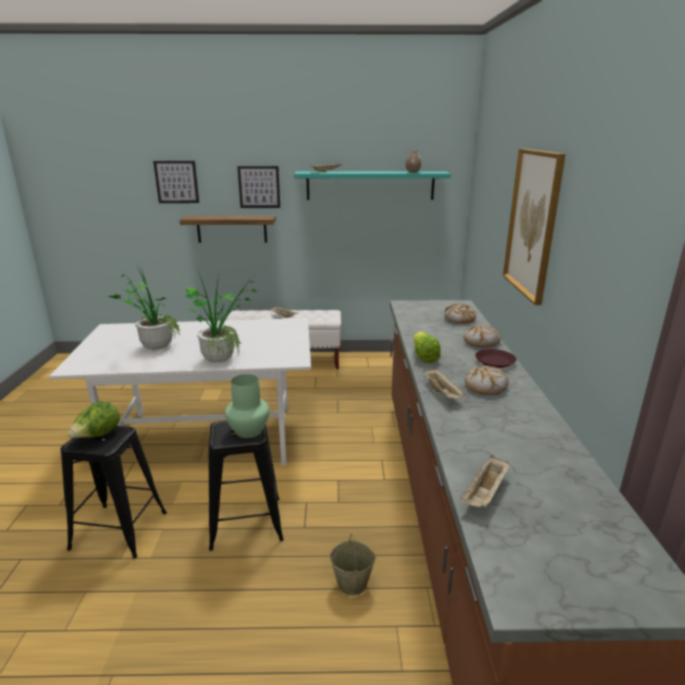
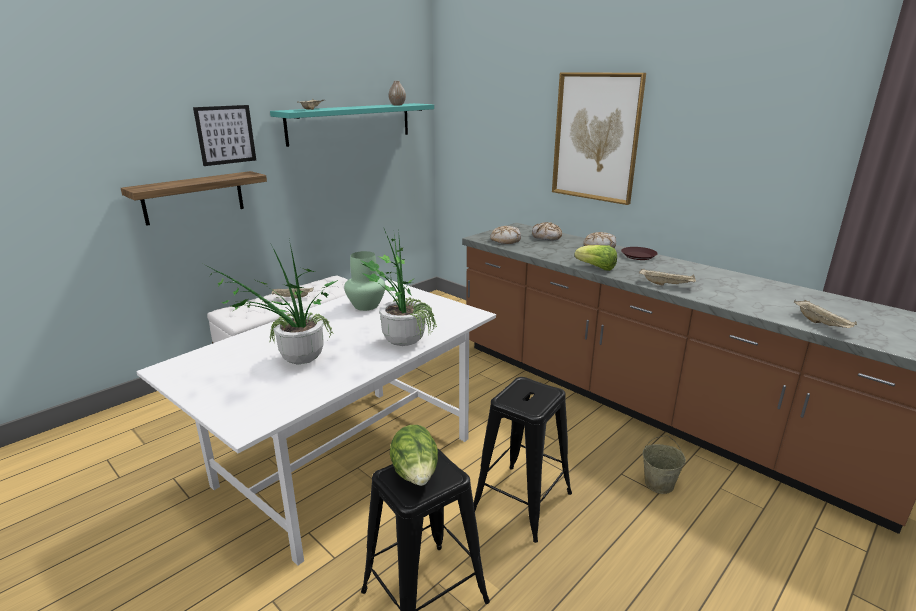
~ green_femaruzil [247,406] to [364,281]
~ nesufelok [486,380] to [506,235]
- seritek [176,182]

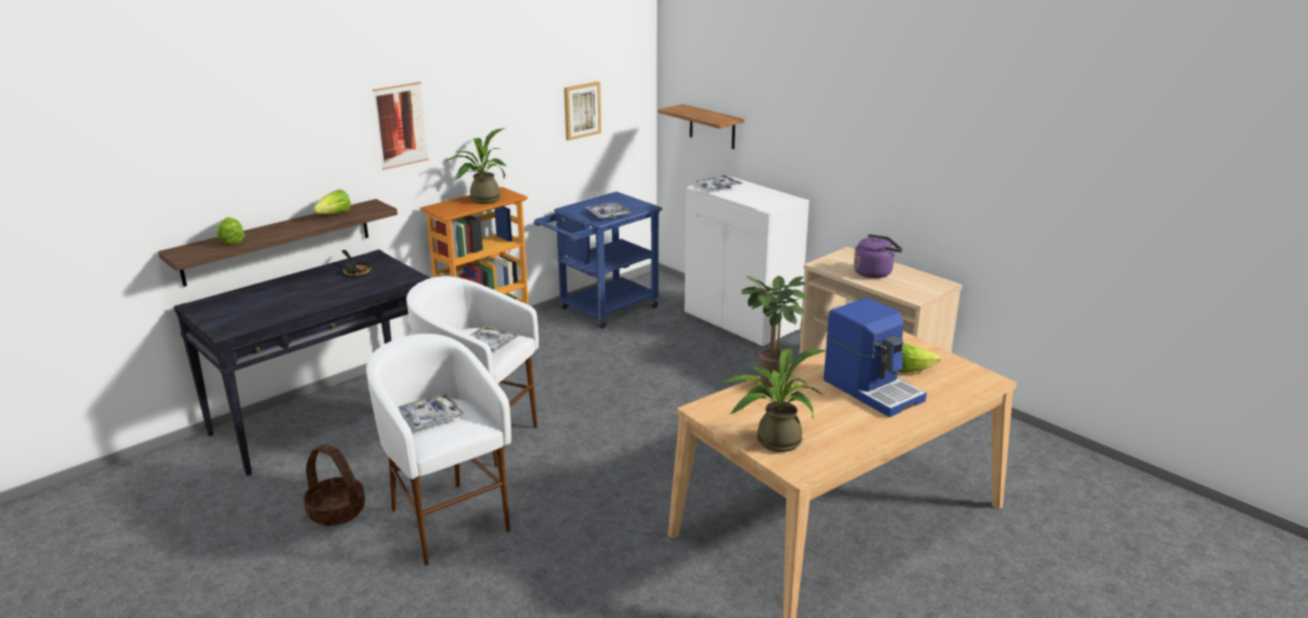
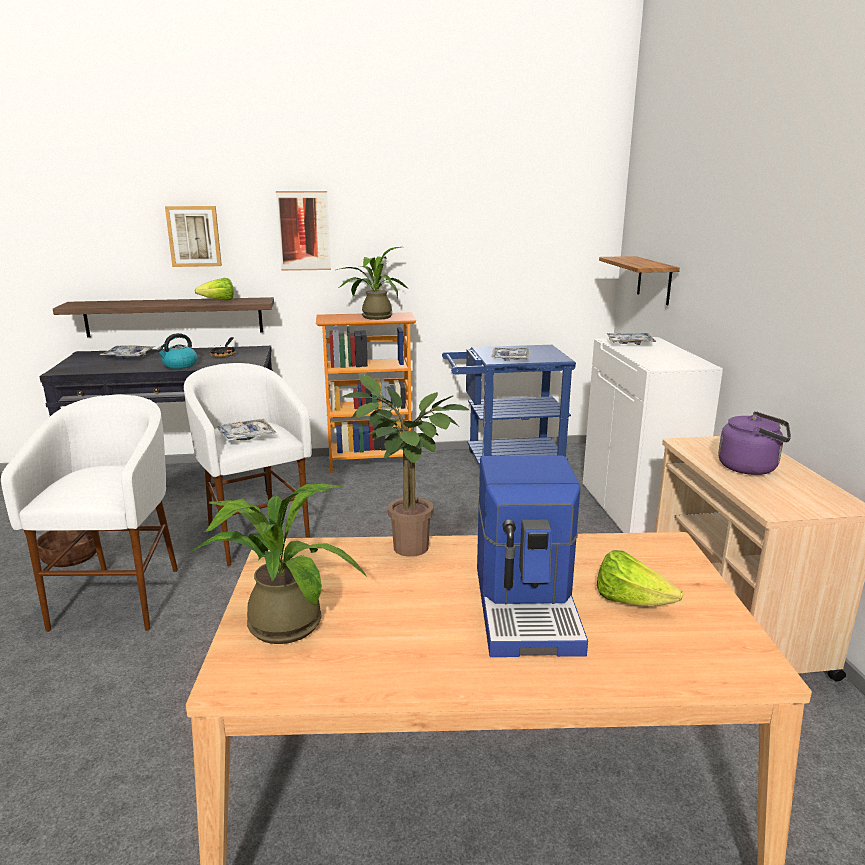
~ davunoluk [431,411] to [127,352]
+ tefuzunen [176,351]
~ seritek [582,111] to [193,236]
- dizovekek [231,231]

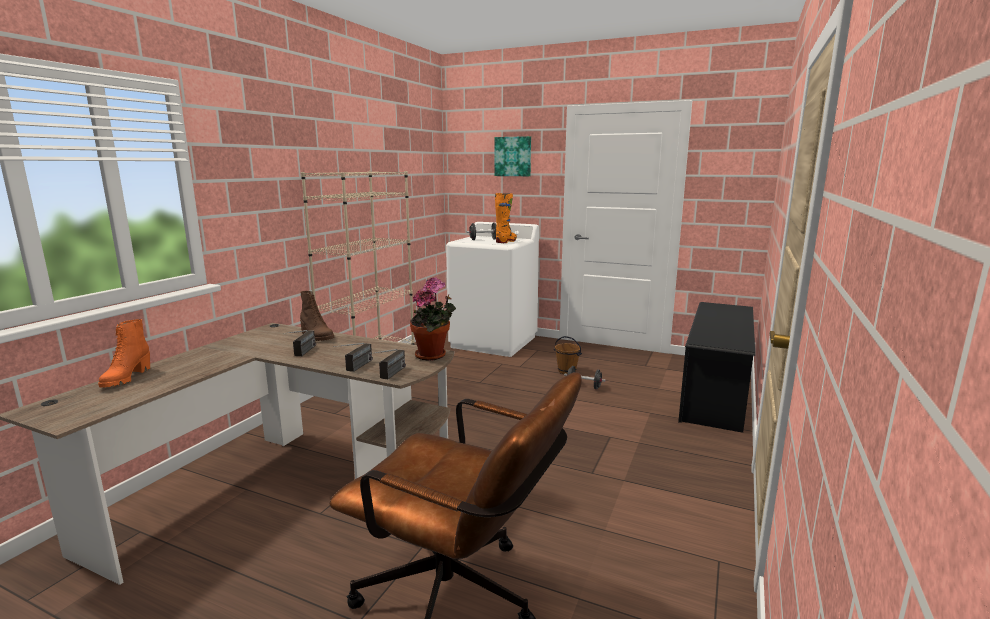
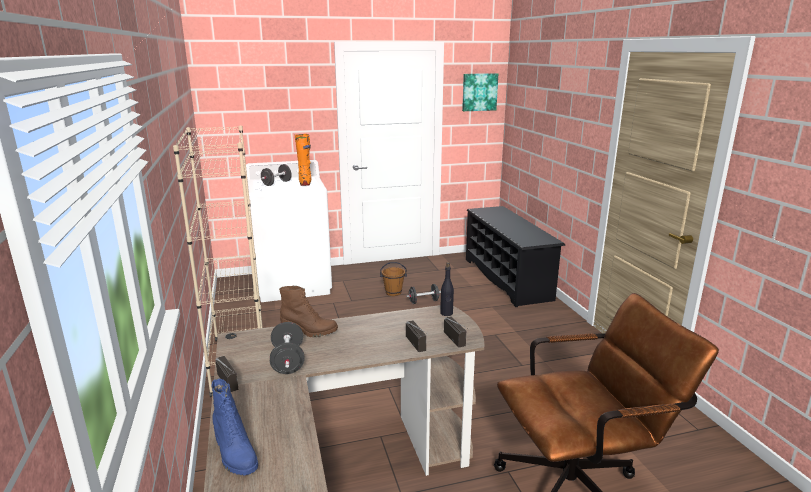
~ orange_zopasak [124,353] to blue_zopasak [234,427]
~ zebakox [299,343] to [227,374]
+ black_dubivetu [287,348]
~ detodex [433,319] to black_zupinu [447,289]
~ seritek [512,156] to [480,92]

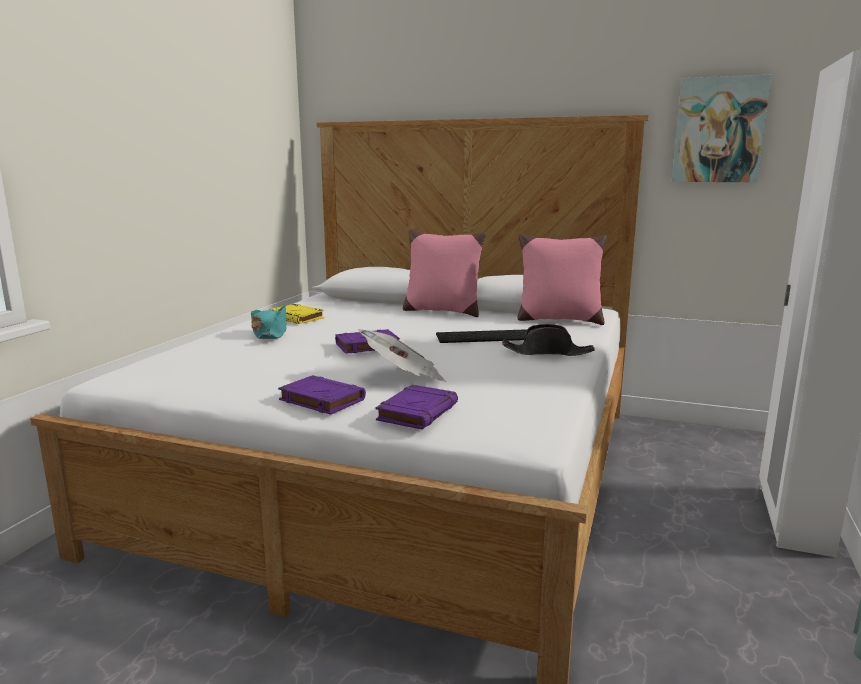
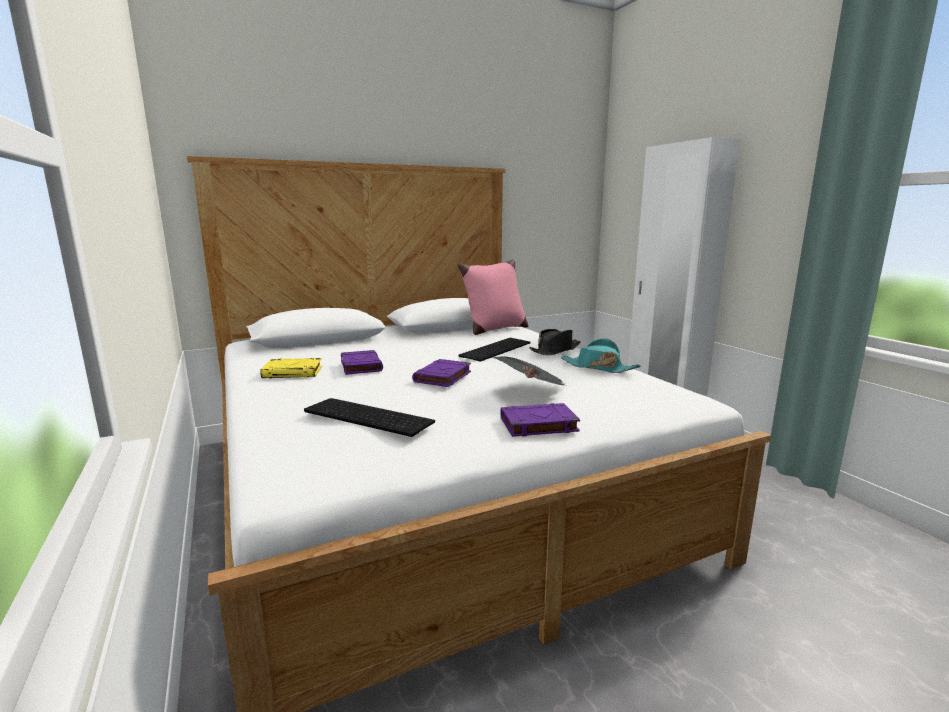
+ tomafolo [369,417]
~ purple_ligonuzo [416,407] to [362,362]
~ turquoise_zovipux [268,322] to [601,356]
- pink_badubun [444,273]
- seritek [721,128]

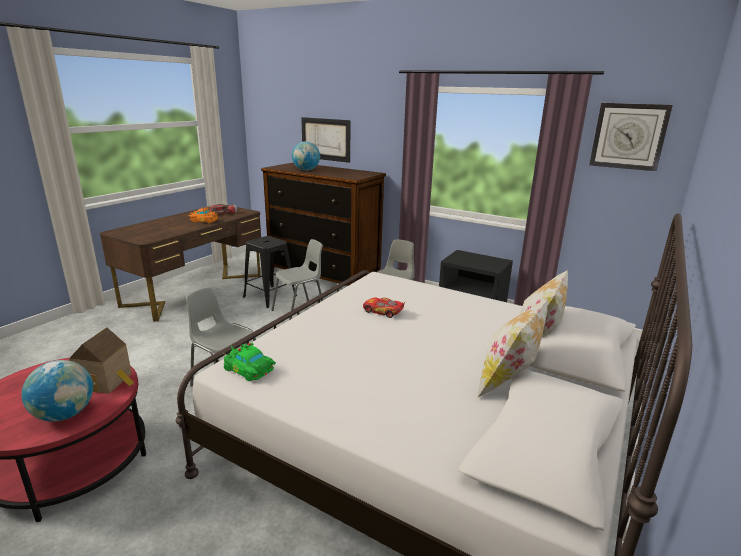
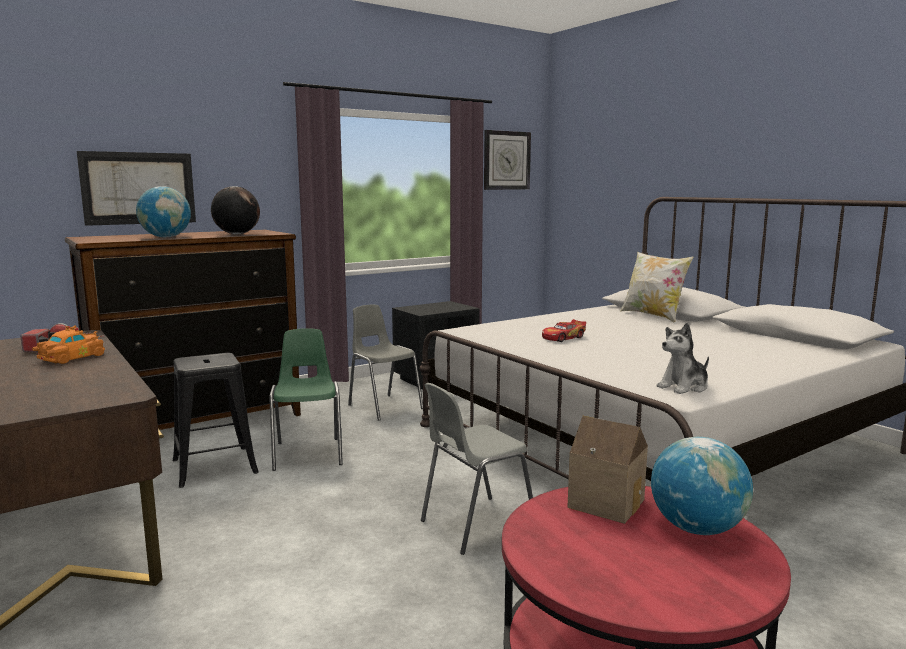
+ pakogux [235,210]
~ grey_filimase [297,279] to green_filimase [306,399]
~ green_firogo [249,361] to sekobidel [683,358]
- badubun [513,348]

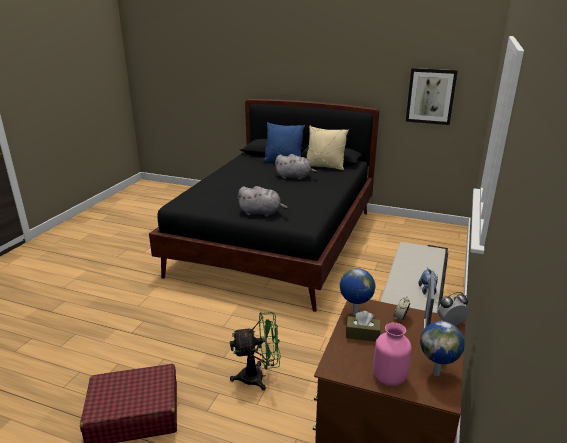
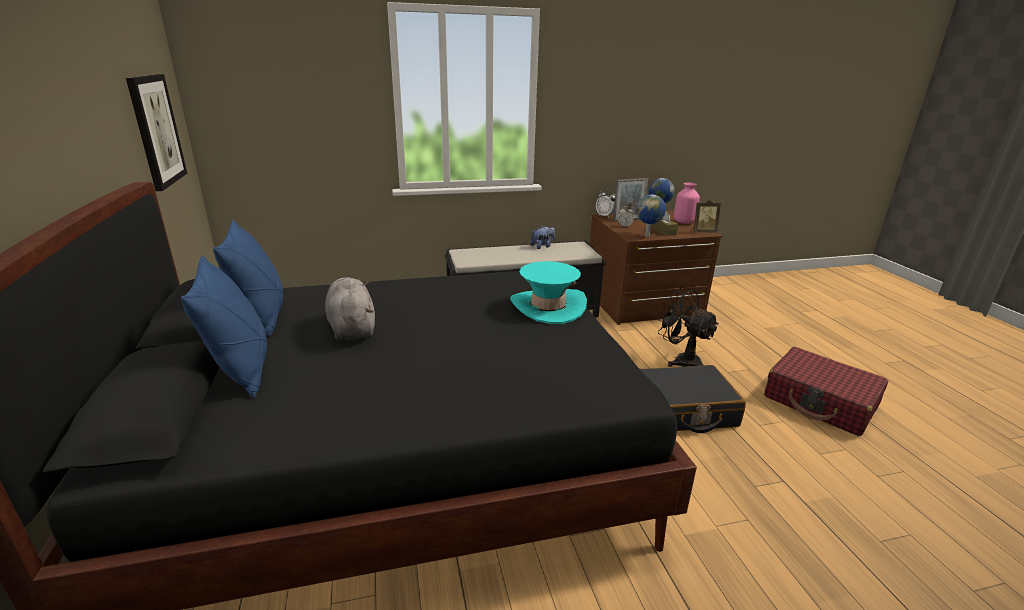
~ beige_badubun [327,148] to blue_badubun [248,278]
~ grey_sekobidel [262,201] to turquoise_zovipux [548,292]
+ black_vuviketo [693,399]
~ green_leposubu [255,351] to black_leposubu [688,327]
+ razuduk [707,216]

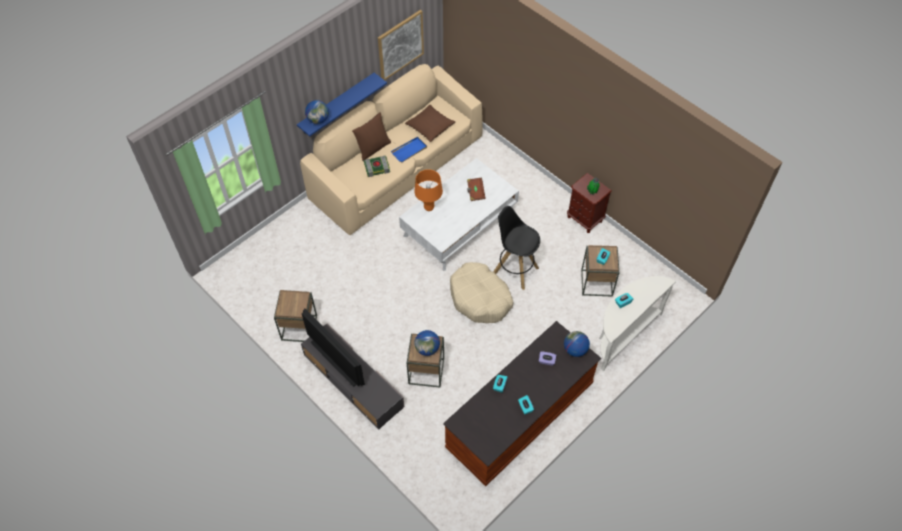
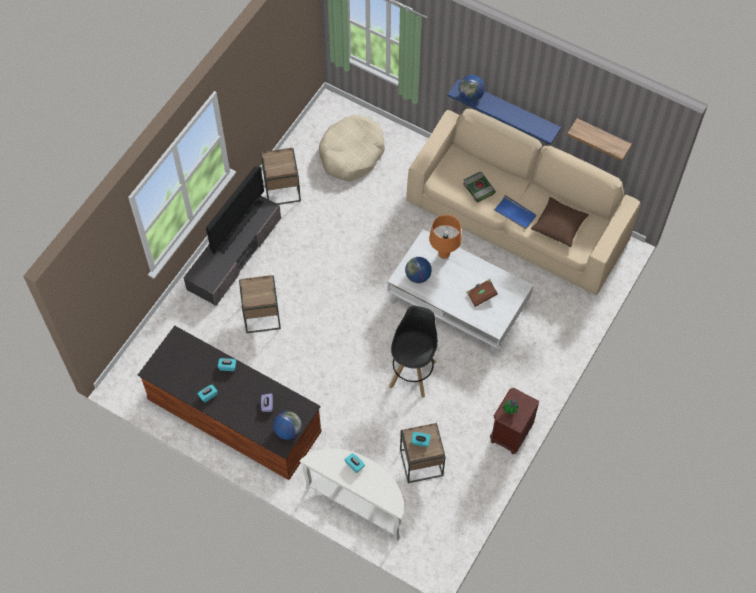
~ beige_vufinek [481,292] to [352,147]
~ pakogux [427,343] to [418,270]
~ seritek [401,45] to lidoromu [599,139]
- brown_badubun [371,136]

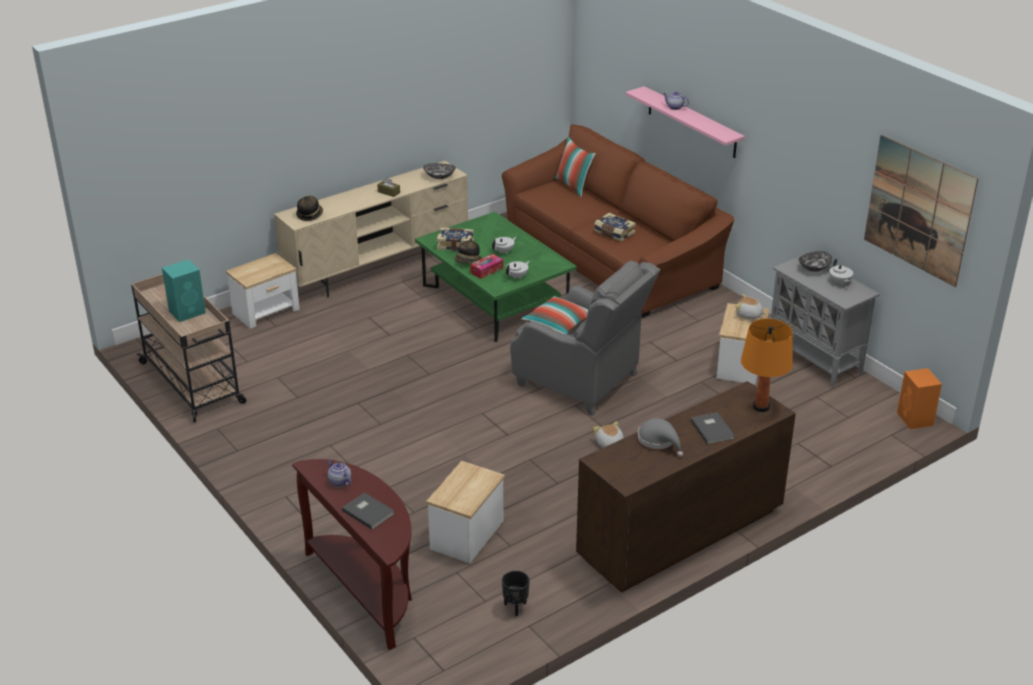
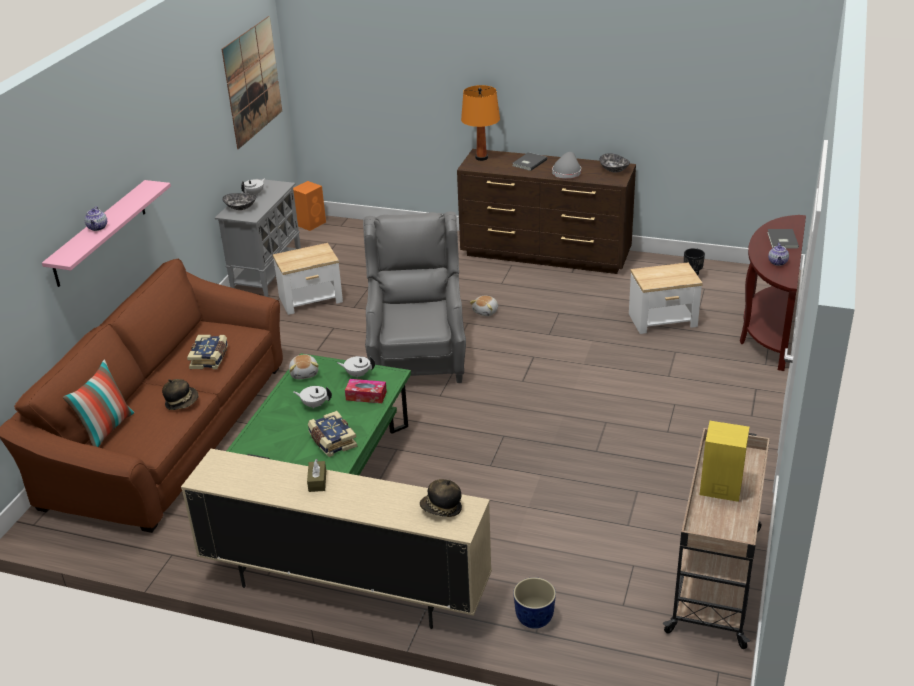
~ zovipux [468,250] to [180,394]
~ sekobidel [750,306] to [304,366]
~ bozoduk [263,291] to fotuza [534,602]
~ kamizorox [439,171] to [614,163]
~ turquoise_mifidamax [184,290] to yellow_mifidamax [724,461]
- badubun [554,315]

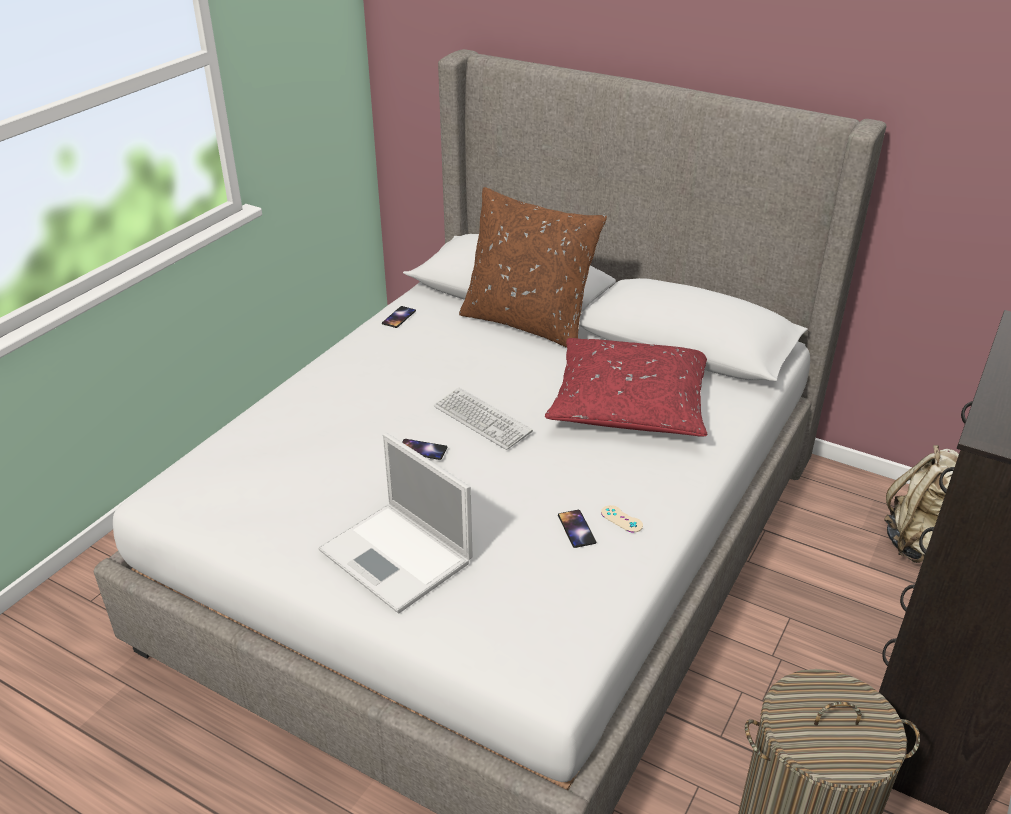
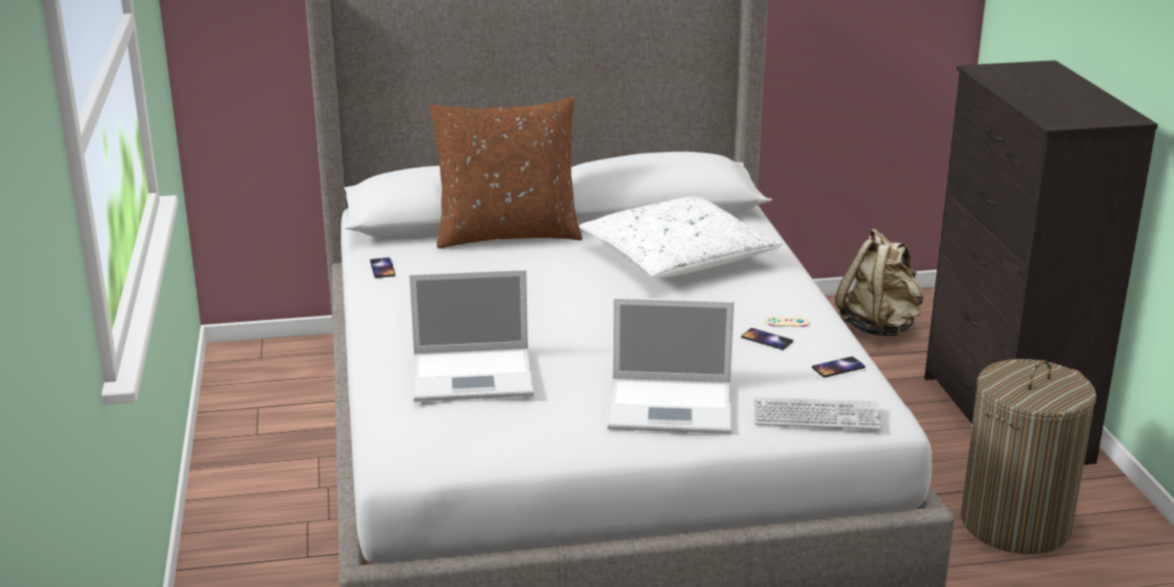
+ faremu [471,335]
~ red_badubun [626,387] to white_badubun [680,237]
~ tomafolo [483,418] to [818,413]
~ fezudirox [424,449] to [838,367]

